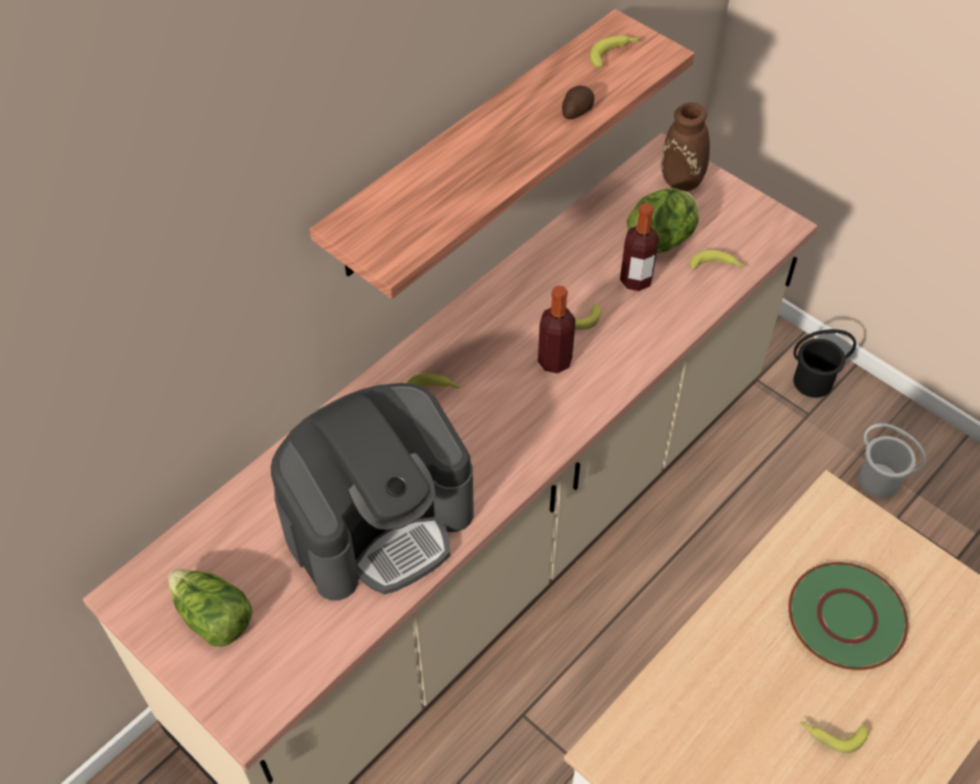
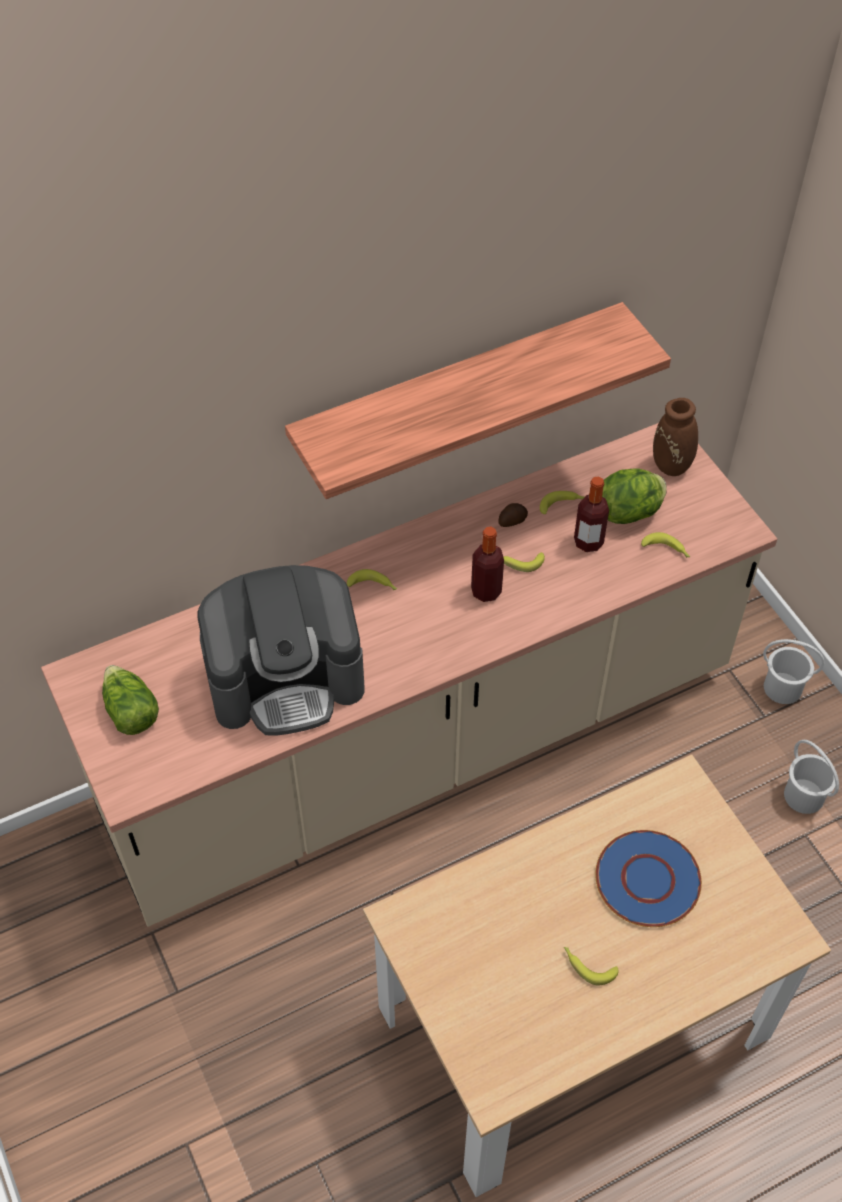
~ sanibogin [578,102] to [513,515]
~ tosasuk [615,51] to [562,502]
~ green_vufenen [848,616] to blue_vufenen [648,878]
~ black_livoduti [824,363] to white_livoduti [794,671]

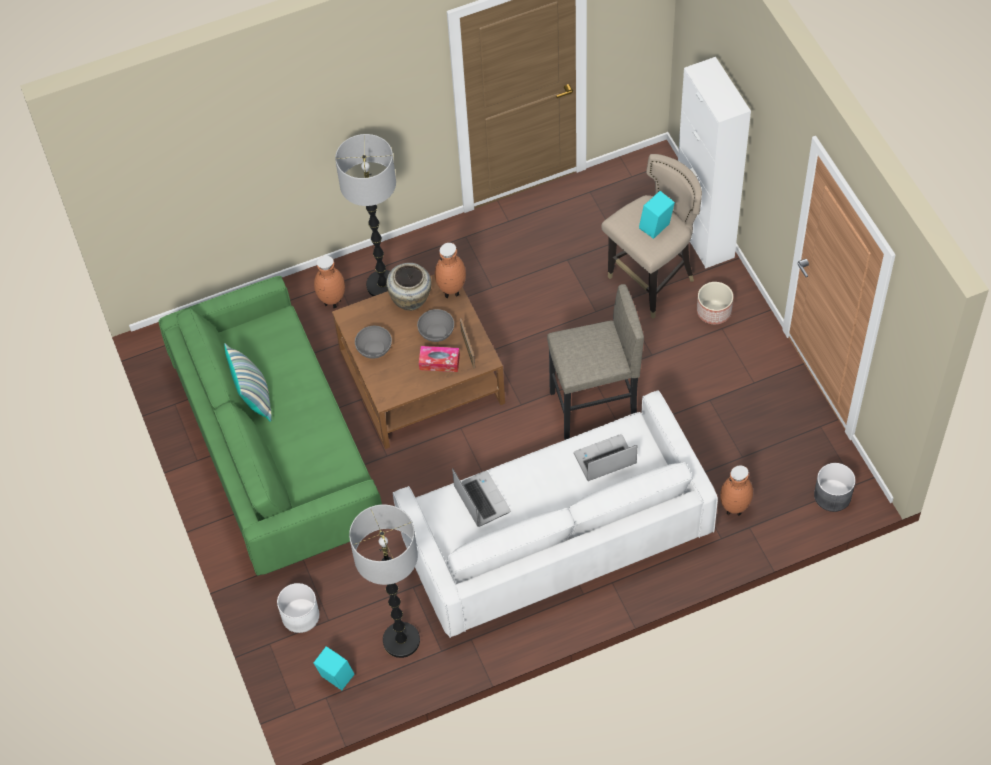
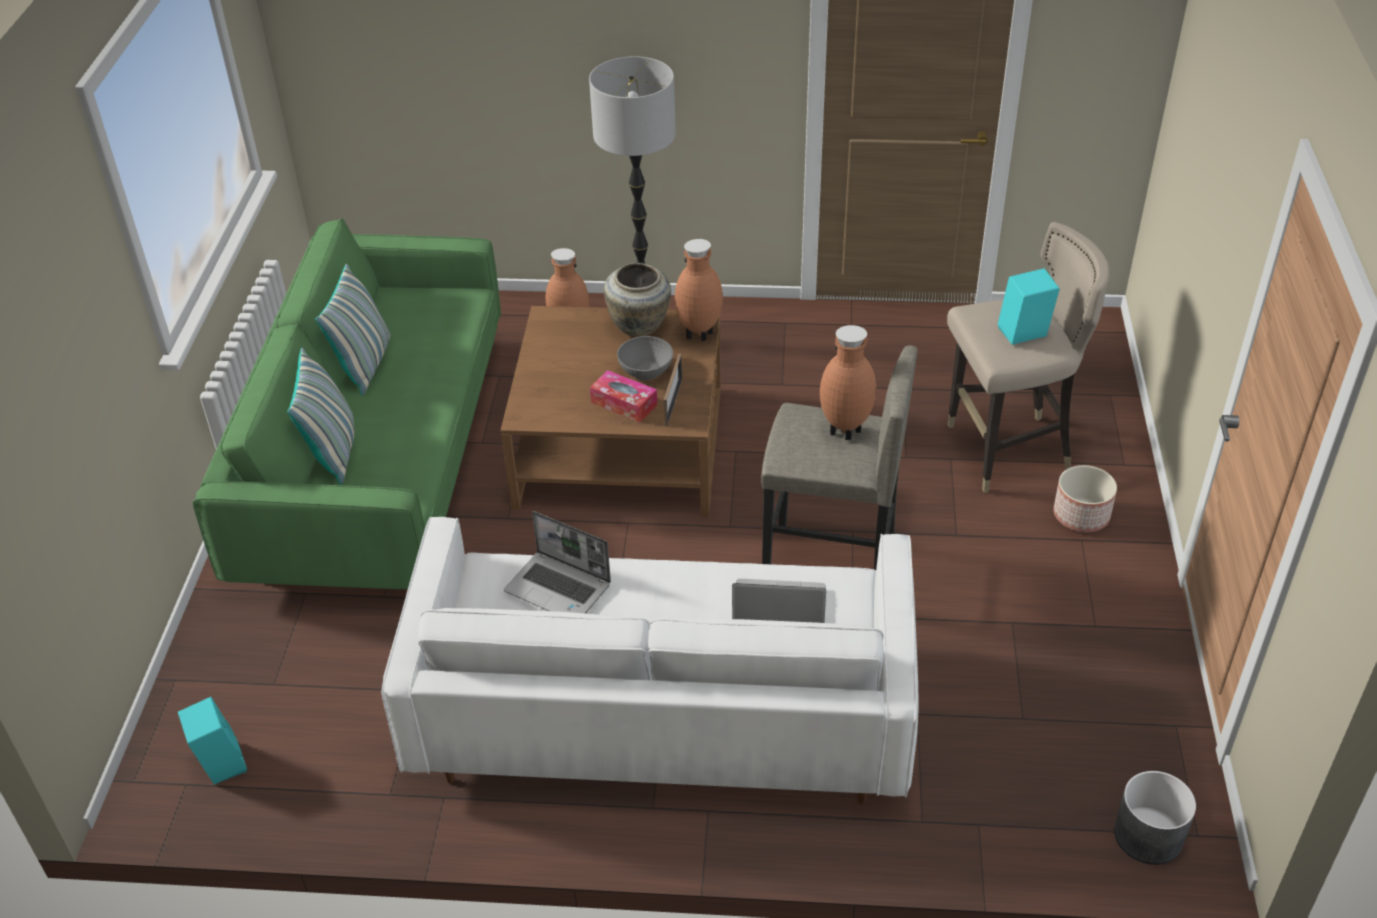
+ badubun [320,416]
~ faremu [481,497] = [557,562] 120 degrees clockwise
~ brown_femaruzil [736,490] to [848,382]
- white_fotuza [298,608]
- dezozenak [384,581]
- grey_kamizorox [373,342]
- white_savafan [714,163]

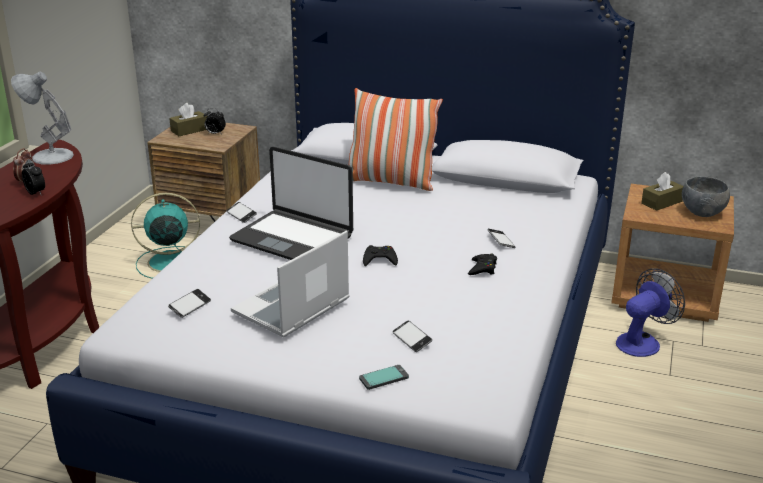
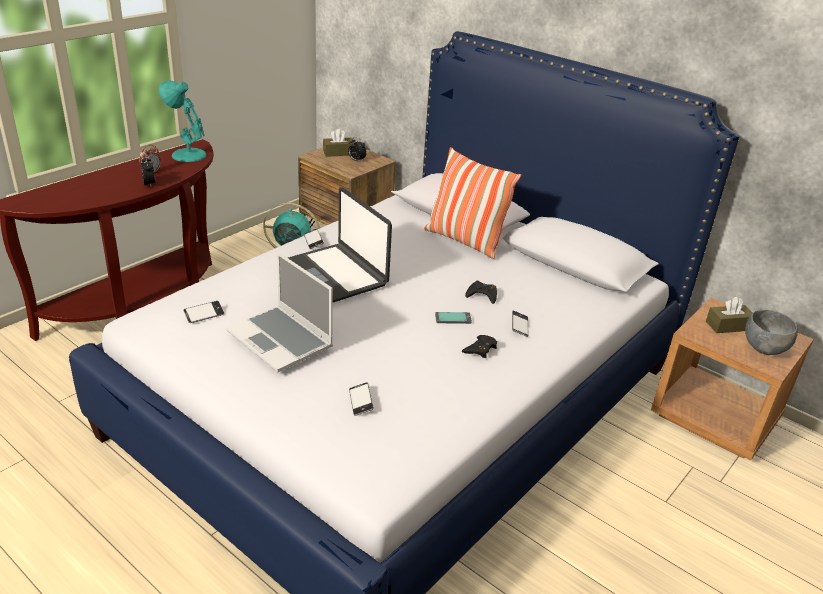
~ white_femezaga [42,118] to turquoise_femezaga [183,121]
~ faremu [290,284] = [279,312] 105 degrees counterclockwise
~ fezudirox [384,377] to [453,318]
~ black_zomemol [380,255] to [481,292]
- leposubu [650,312]

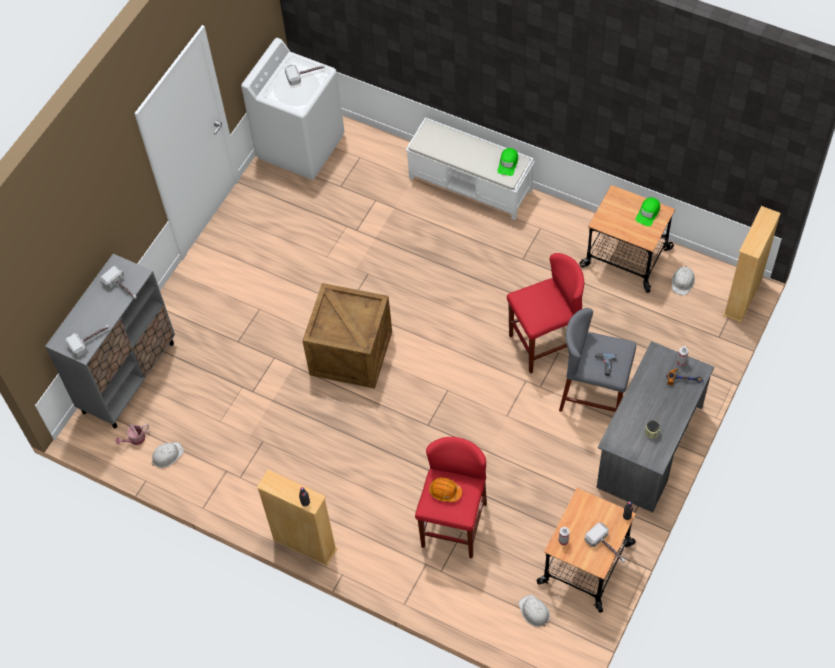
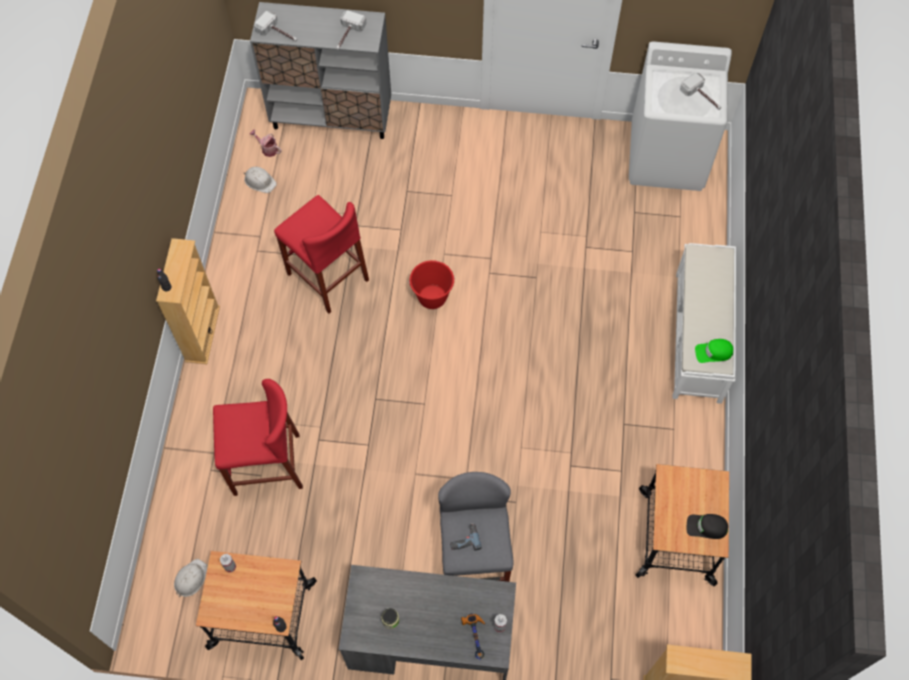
~ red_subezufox [545,313] to [321,254]
~ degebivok [347,336] to red_livoduti [432,284]
~ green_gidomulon [647,212] to black_gidomulon [707,526]
- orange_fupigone [445,489]
- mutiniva [605,542]
- white_fupigone [683,280]

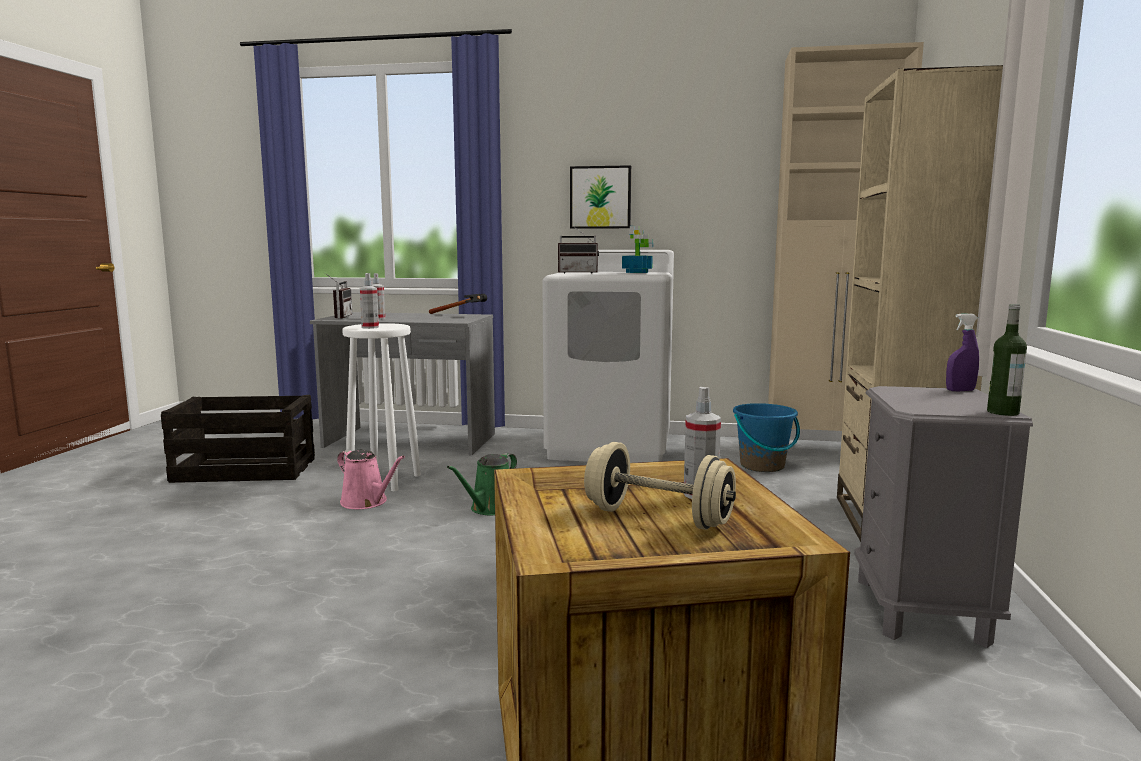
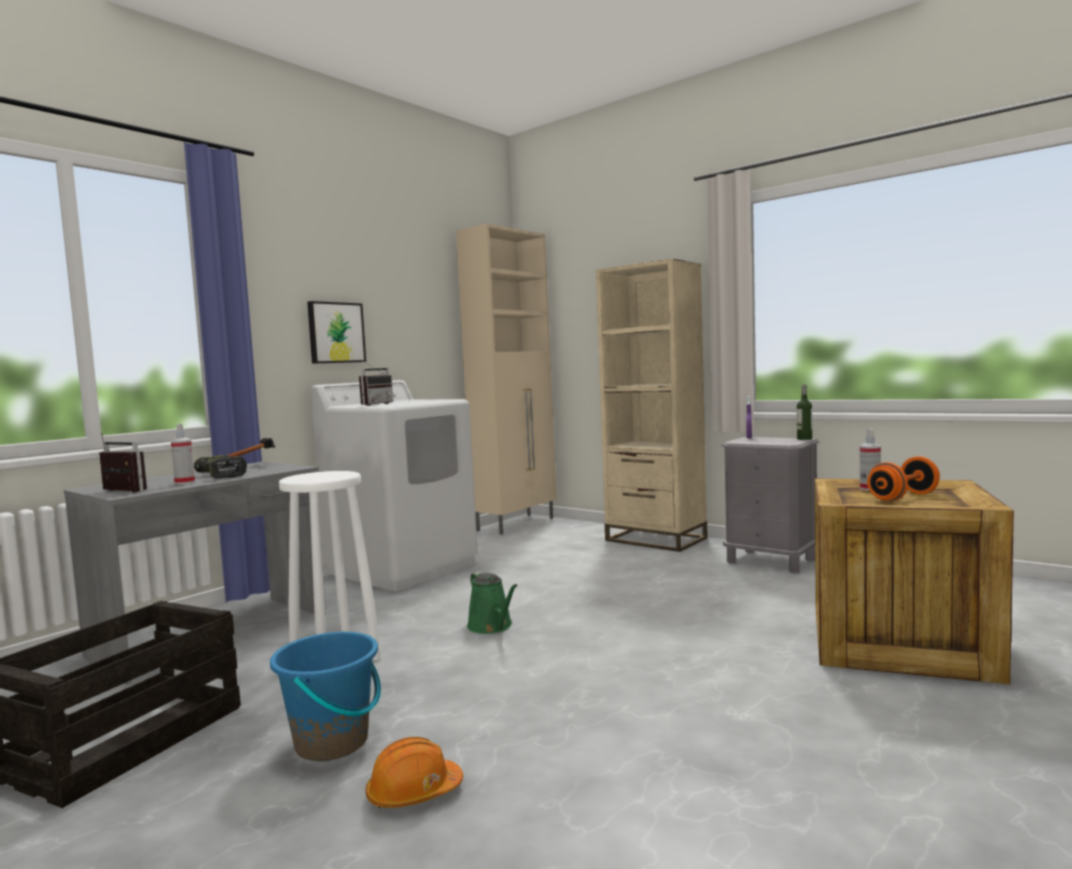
+ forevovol [220,466]
~ blue_livoduti [766,437] to [325,696]
+ orange_fupigone [414,773]
~ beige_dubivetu [660,486] to orange_dubivetu [903,479]
- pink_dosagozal [371,479]
- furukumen [369,301]
- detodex [637,249]

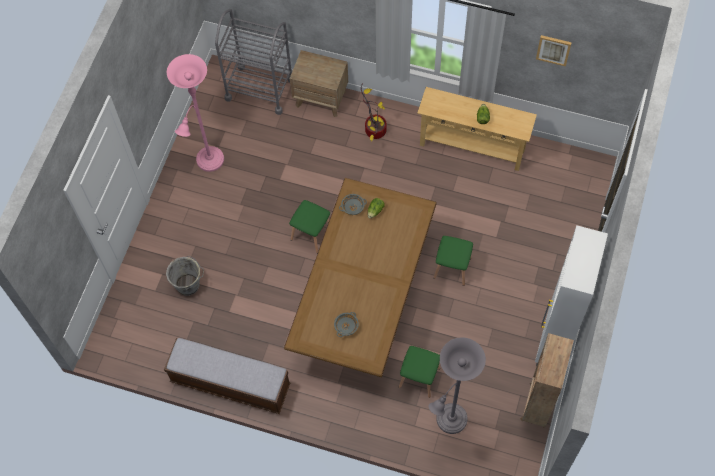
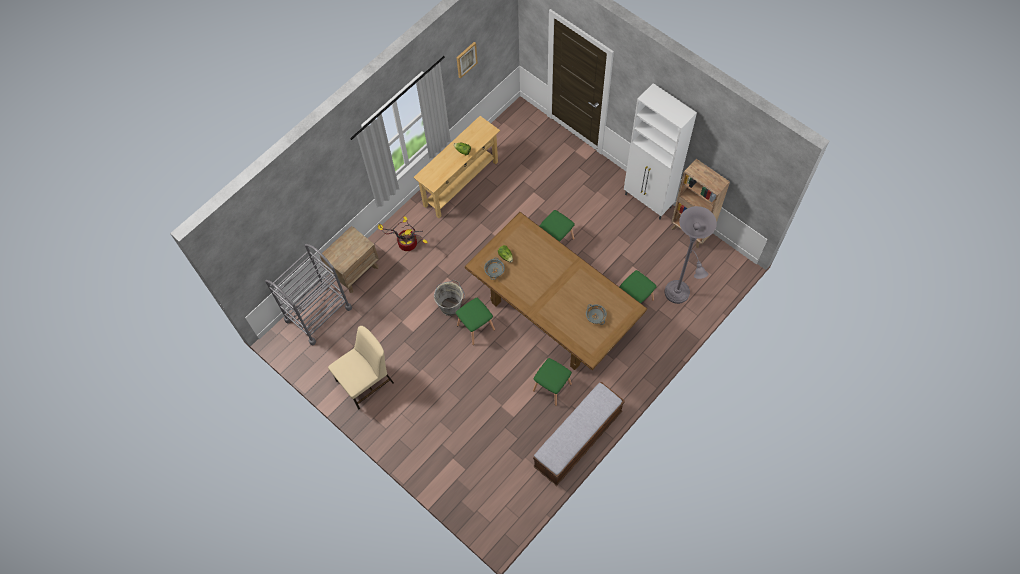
~ pink_dezozenak [195,113] to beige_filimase [361,367]
~ grey_livoduti [185,276] to [449,297]
+ green_subezufox [552,382]

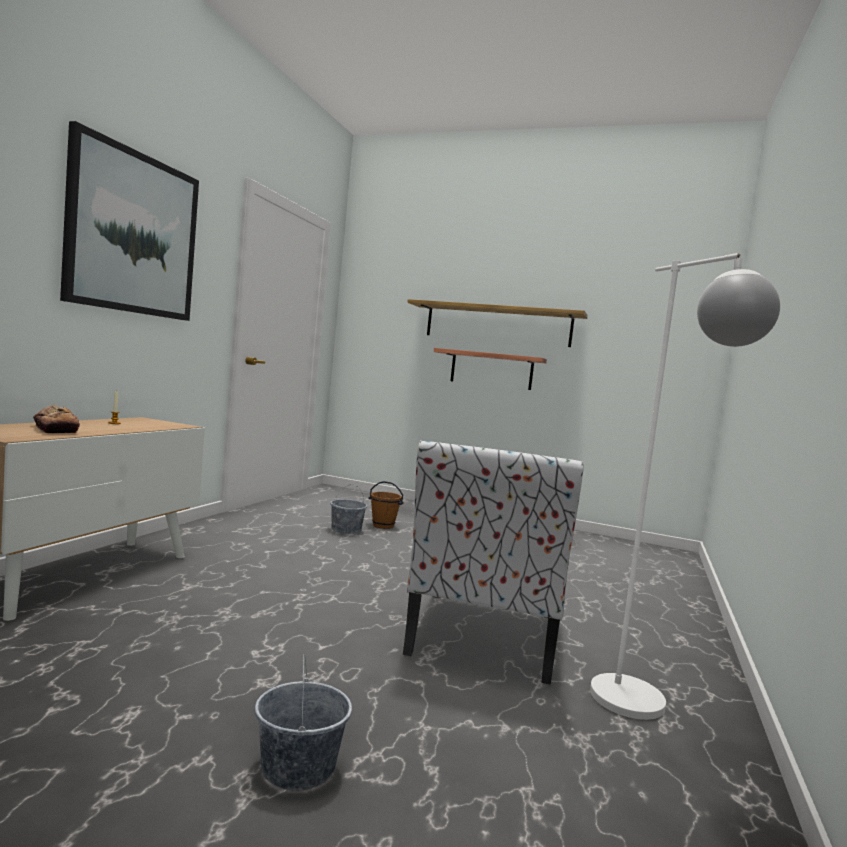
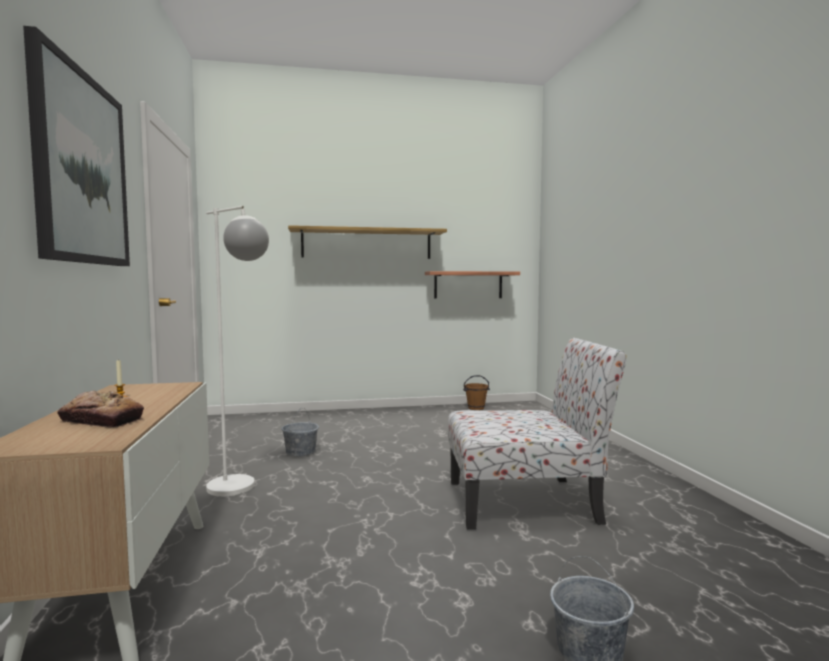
~ white_dezozenak [685,486] to [237,350]
~ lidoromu [490,369] to [472,285]
~ filimase [493,562] = [537,433] 75 degrees counterclockwise
~ brown_livoduti [386,505] to [476,392]

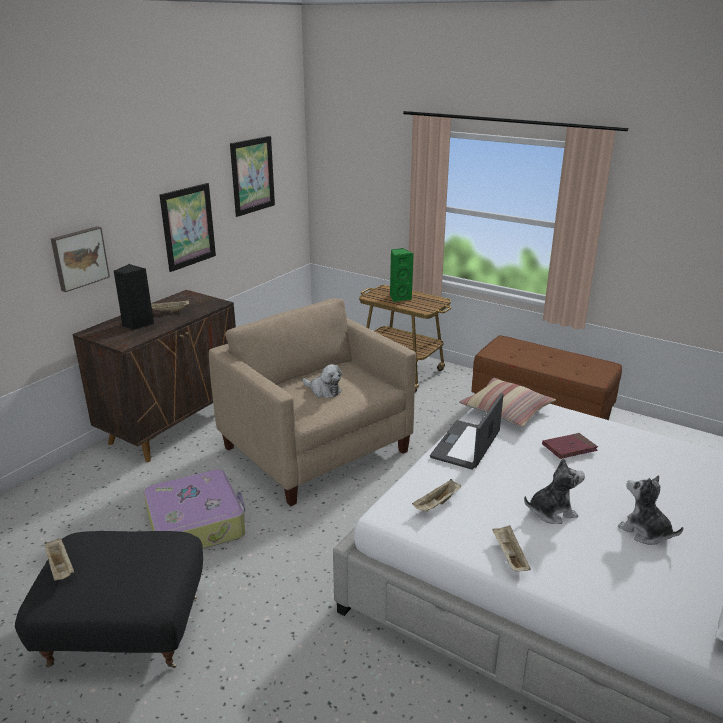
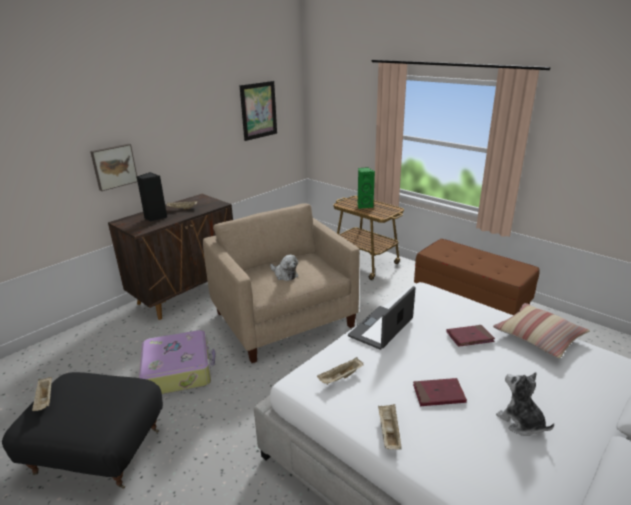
~ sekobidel [554,491] to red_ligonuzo [440,392]
~ badubun [507,402] to [541,330]
- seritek [188,227]

